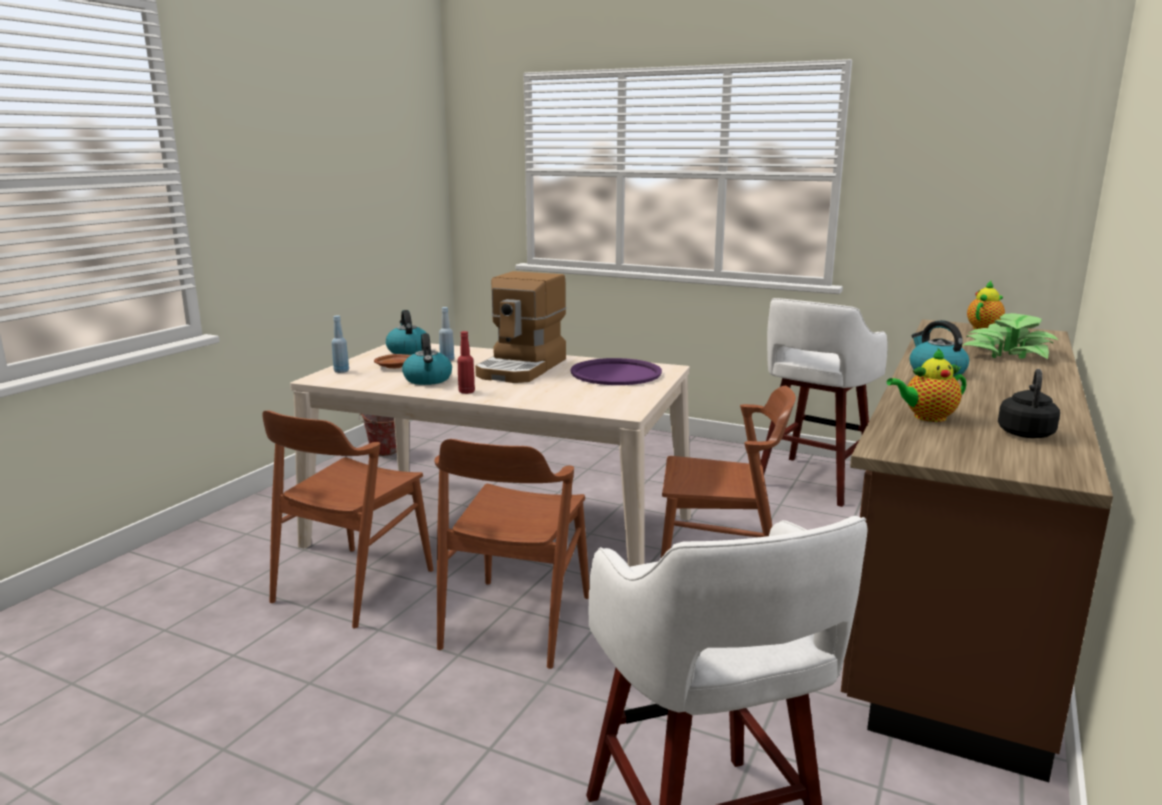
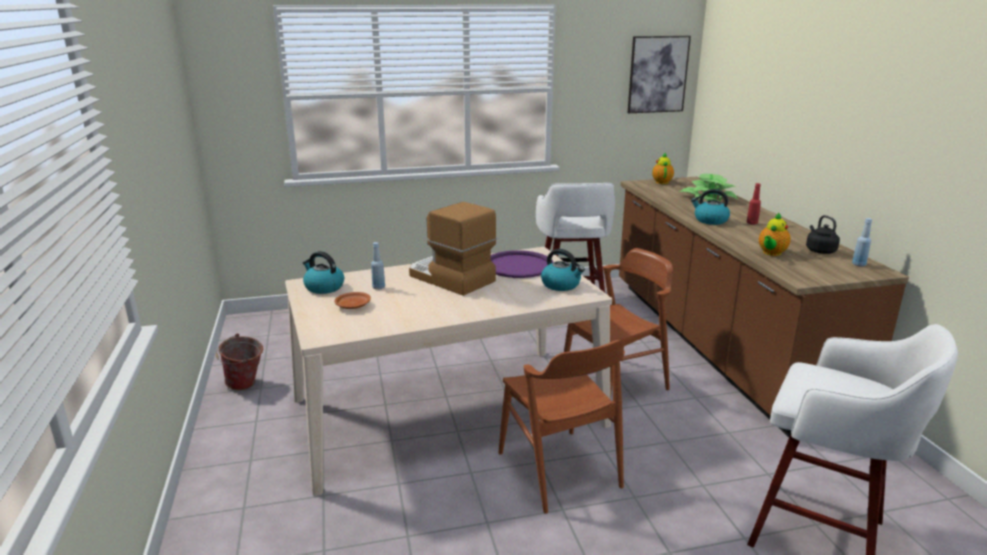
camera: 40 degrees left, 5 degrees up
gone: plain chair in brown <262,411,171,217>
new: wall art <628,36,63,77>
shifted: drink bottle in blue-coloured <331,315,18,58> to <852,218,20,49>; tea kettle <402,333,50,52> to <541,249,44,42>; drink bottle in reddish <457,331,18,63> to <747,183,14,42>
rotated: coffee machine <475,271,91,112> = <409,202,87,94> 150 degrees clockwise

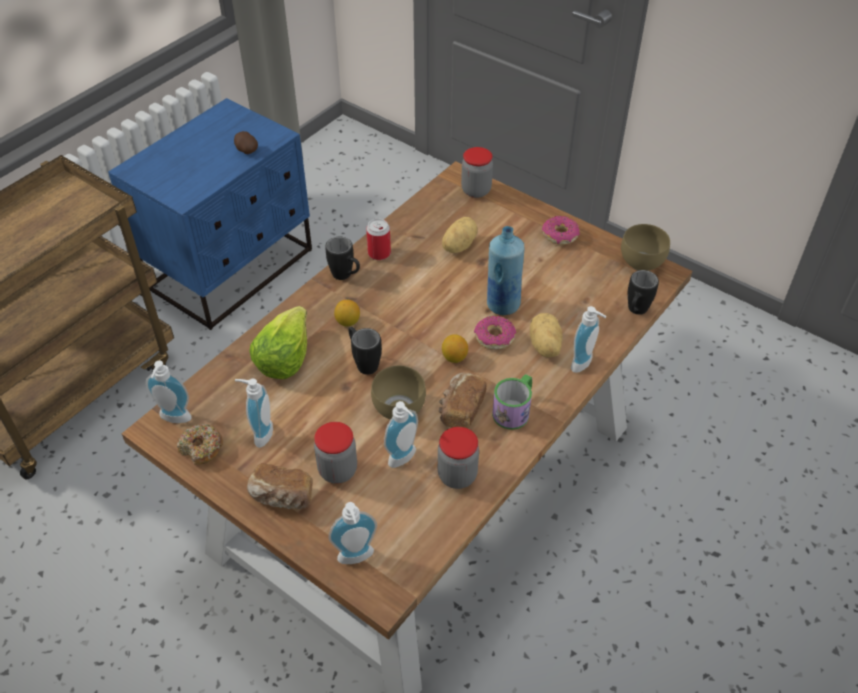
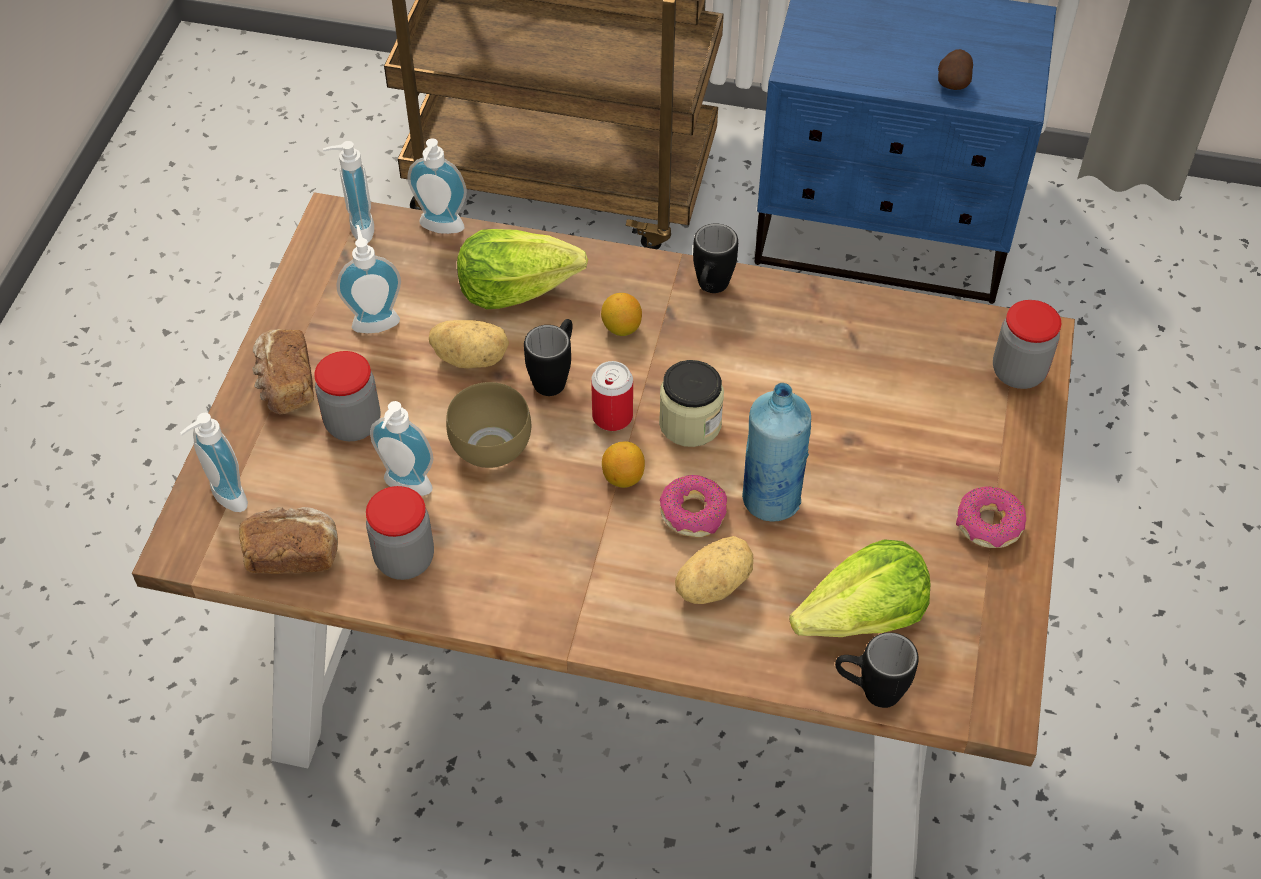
camera: 65 degrees right, 5 degrees up
gone: donut <177,424,46,41>; coffee mug <492,374,40,56>; serving bowl in brown <621,224,49,47>
new: storage jar <659,360,65,87>; lettuce head <789,539,141,98>
shifted: sealed can <366,218,25,42> to <591,361,42,70>; bread <439,372,48,56> to <239,507,99,67>; whole potato <442,217,36,36> to <429,320,80,48>; liquid soap bottle <571,306,36,67> to <408,138,59,96>

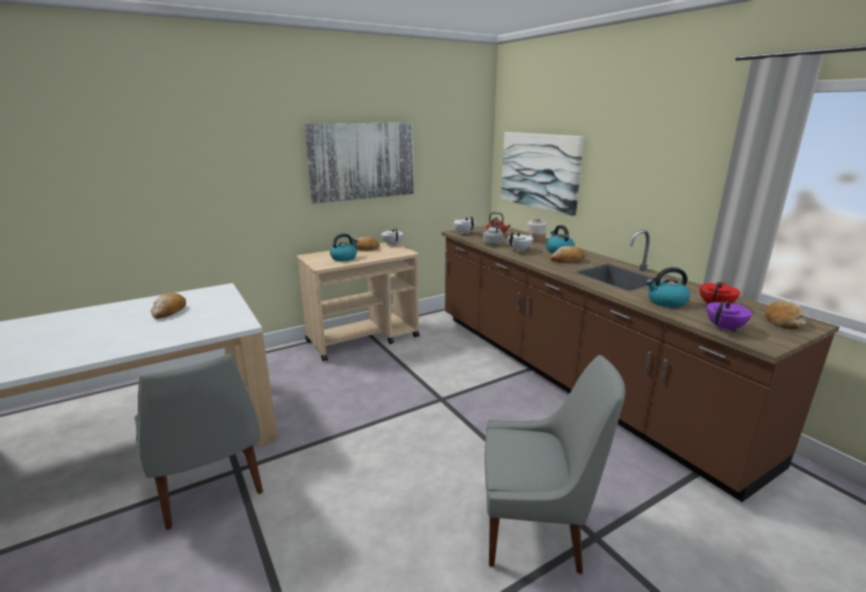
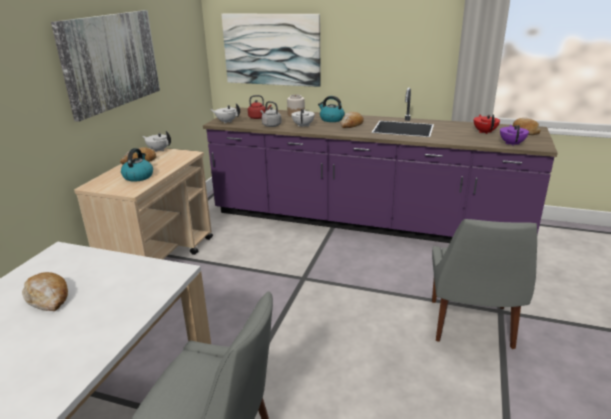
camera: 40 degrees left, 5 degrees up
gone: tea kettle <646,267,44,41>
repainted: kitchen counter in brown <441,225,399,277> to kitchen counter in purple-coloured <203,87,355,156>
rotated: plain chair in gray <485,355,140,219> = <432,219,105,130> 135 degrees clockwise

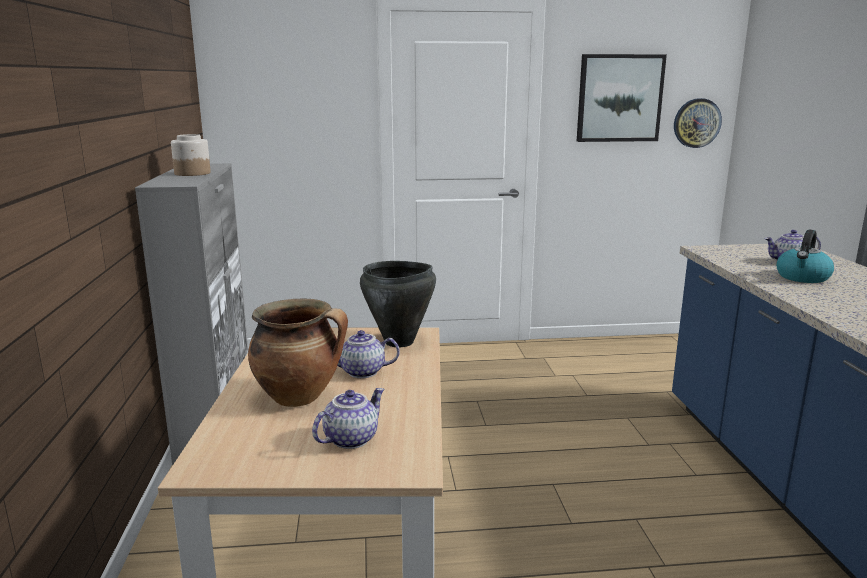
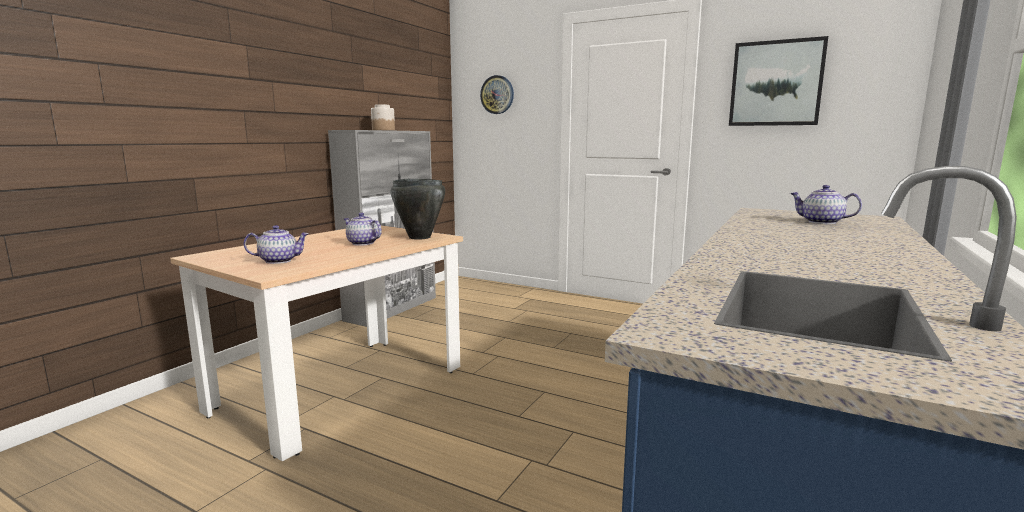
camera: 35 degrees right, 5 degrees down
gone: cooking pot <248,299,100,108>; tea kettle <776,230,58,53>
shifted: hanging clock <674,98,48,50> to <480,75,34,39>

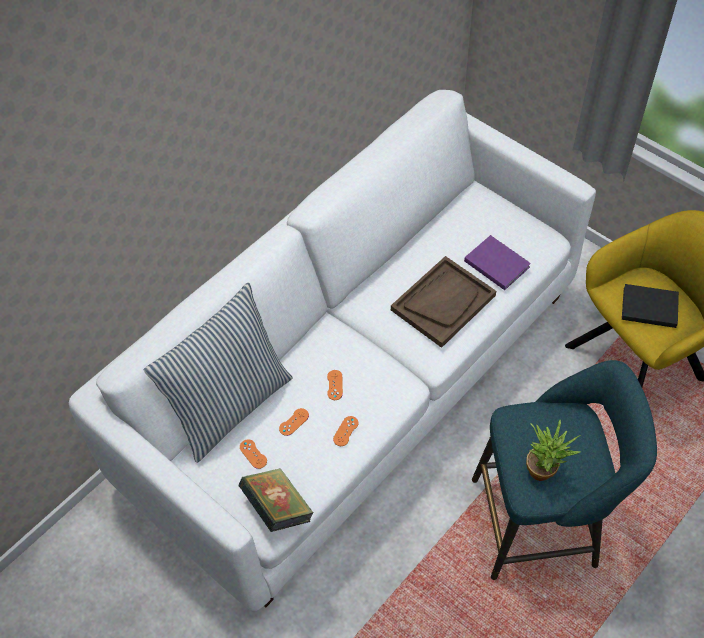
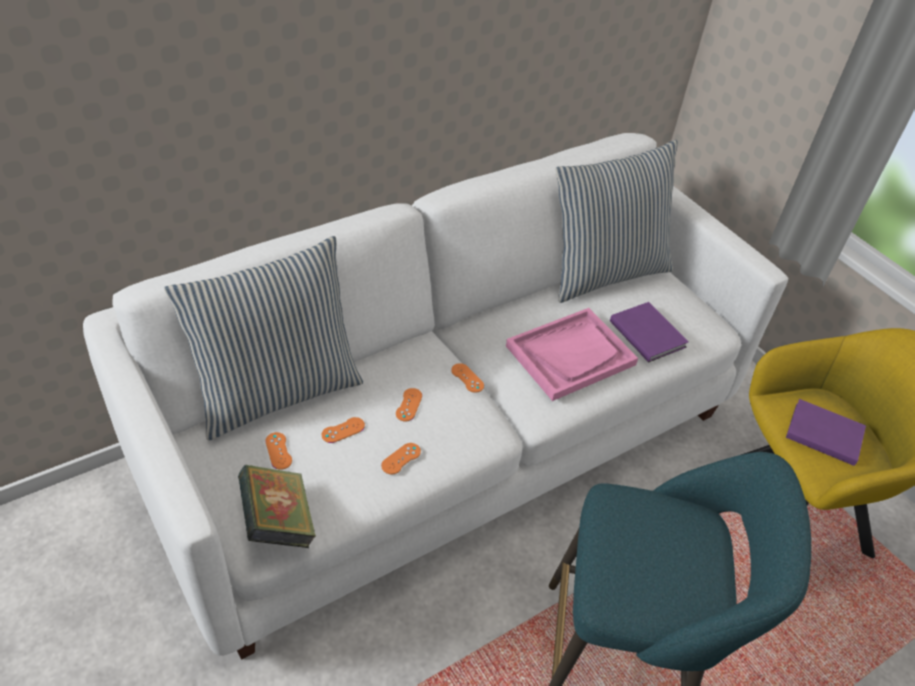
camera: 10 degrees right, 10 degrees down
gone: potted plant <526,420,55,61>
new: gamepad in orangey <451,363,33,30>; cushion <555,140,123,163>
repainted: carrying tray in brown <391,256,105,92> to carrying tray in pinkish <506,308,132,93>; book in black <622,284,57,44> to book in purple-coloured <786,399,80,67>

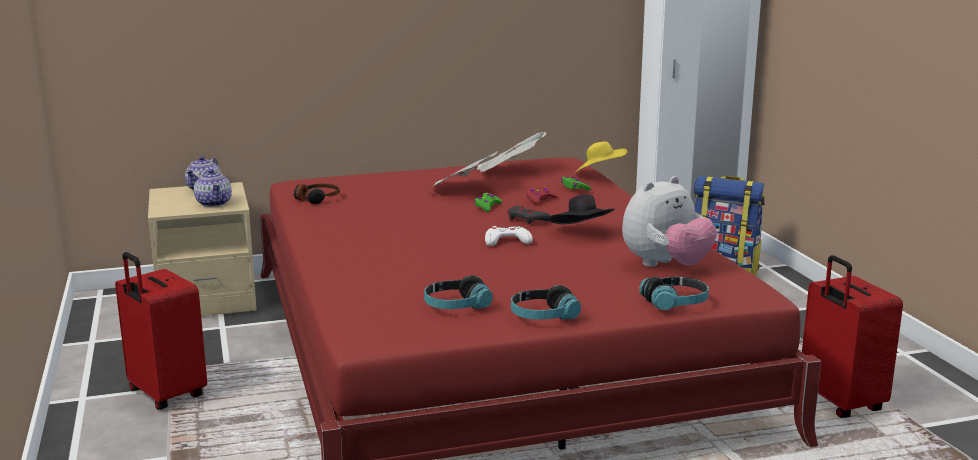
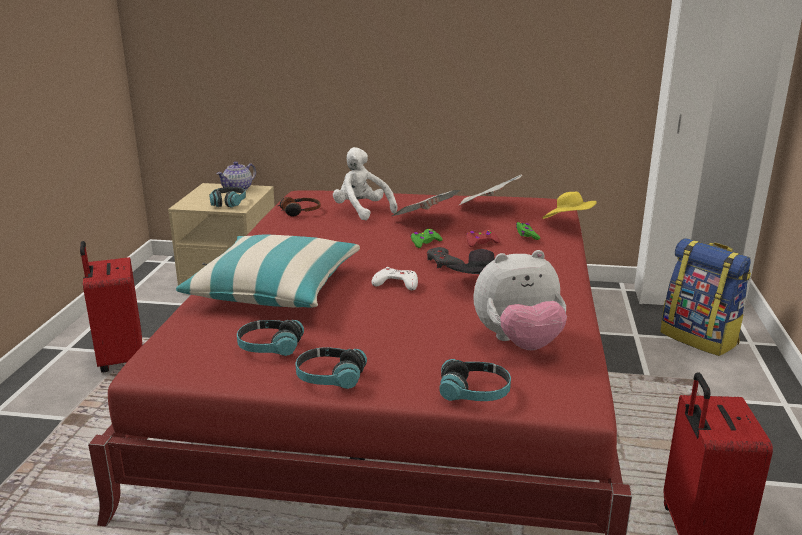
camera: 25 degrees right, 5 degrees up
new: cushion <176,235,184,73>; plush toy in white-coloured <333,147,64,73>
swapped: tea pot <194,169,38,38> to headphones <210,187,36,20>

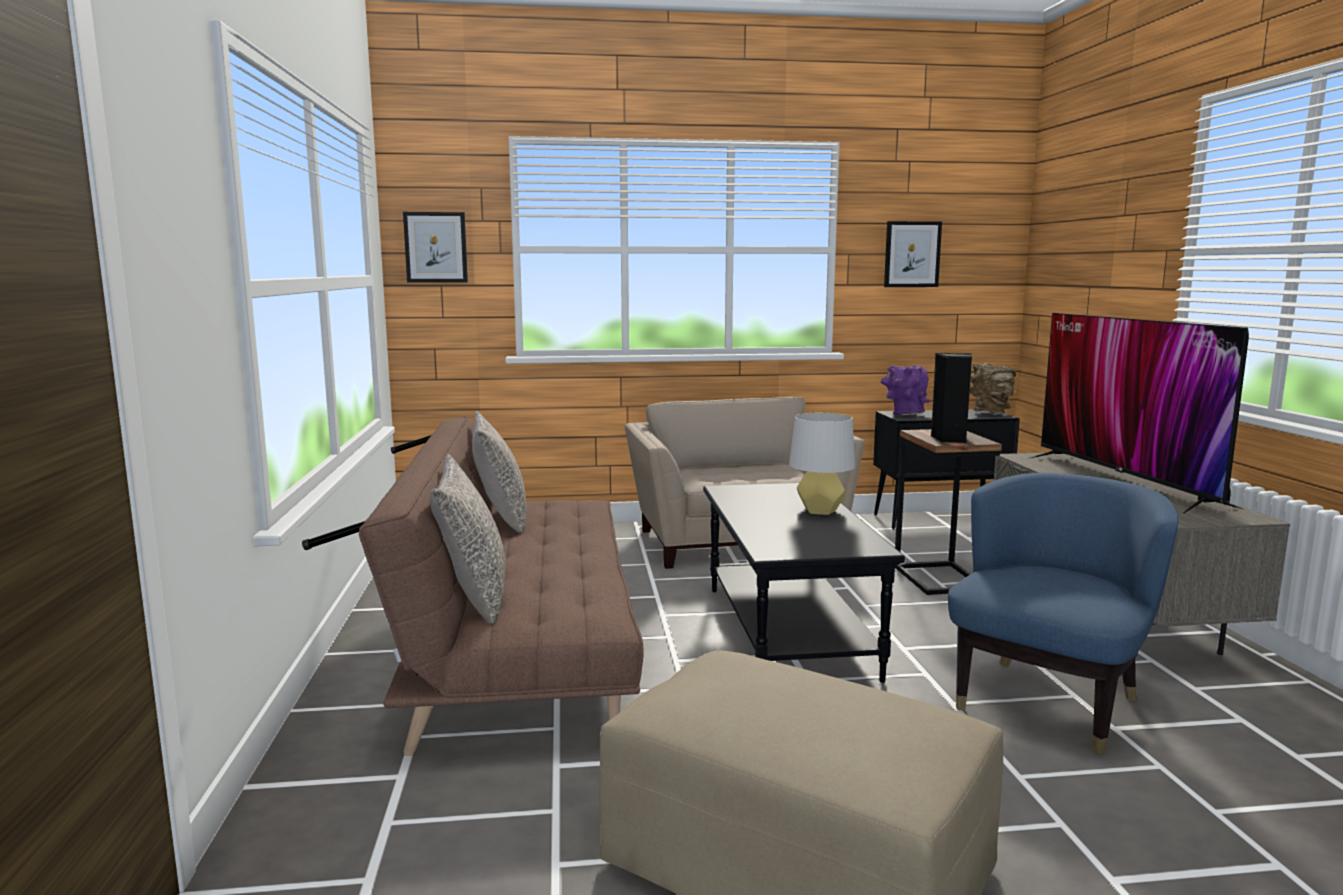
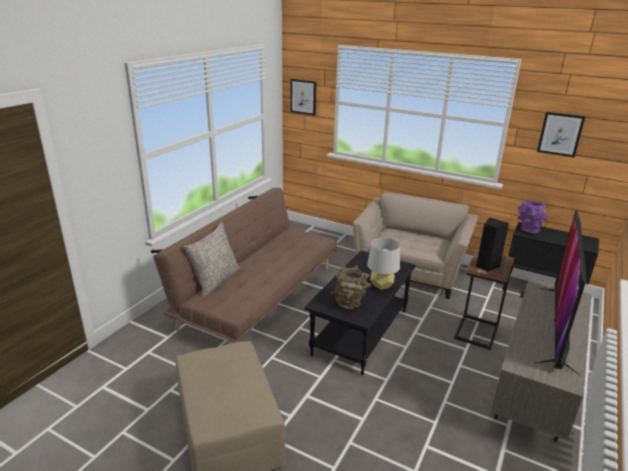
camera: 35 degrees right, 15 degrees up
gone: cushion in gray <472,411,55,121>; lounge chair in blue-coloured <948,473,231,282>
shifted: vase in brown <970,363,46,52> to <331,265,41,44>

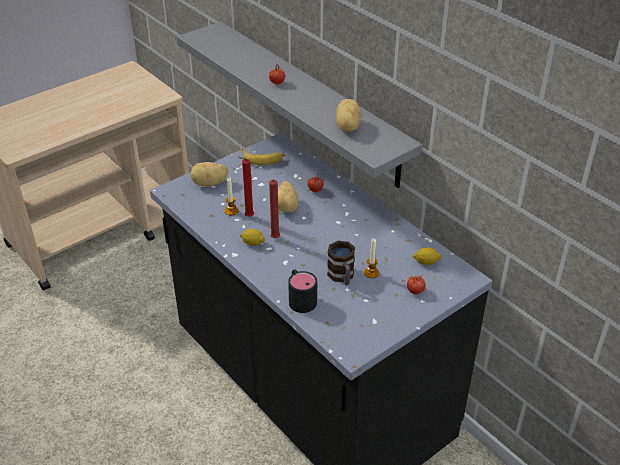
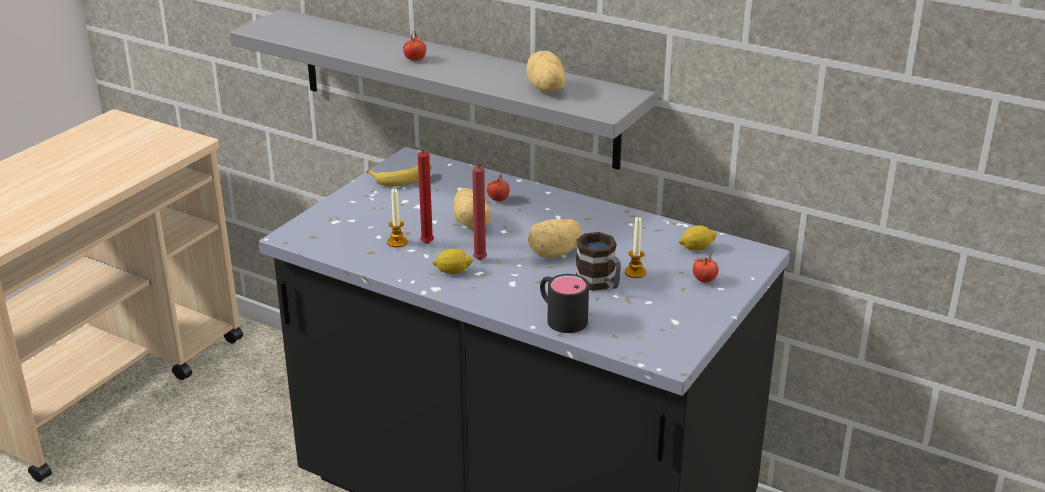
camera: 20 degrees left, 10 degrees down
shifted: whole potato <191,162,37,24> to <528,219,53,39>

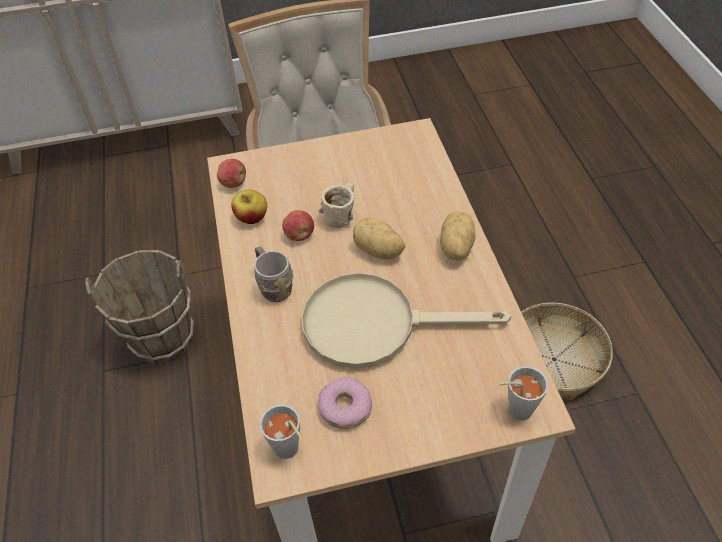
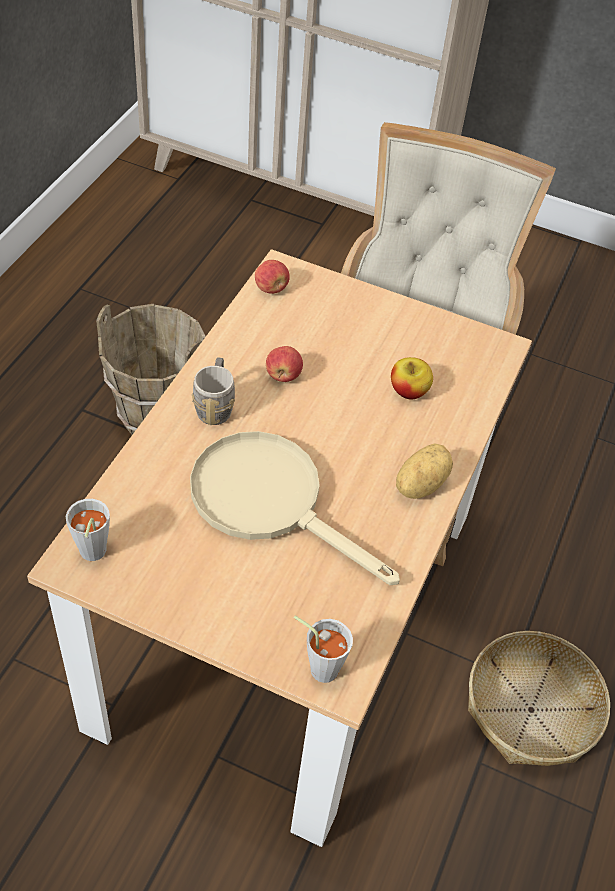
camera: 30 degrees right, 0 degrees up
gone: coffee mug in beige-coloured <318,183,36,45>; donut <319,377,53,52>; whole potato <353,217,52,42>
shifted: apple <231,189,36,35> to <391,357,42,43>

